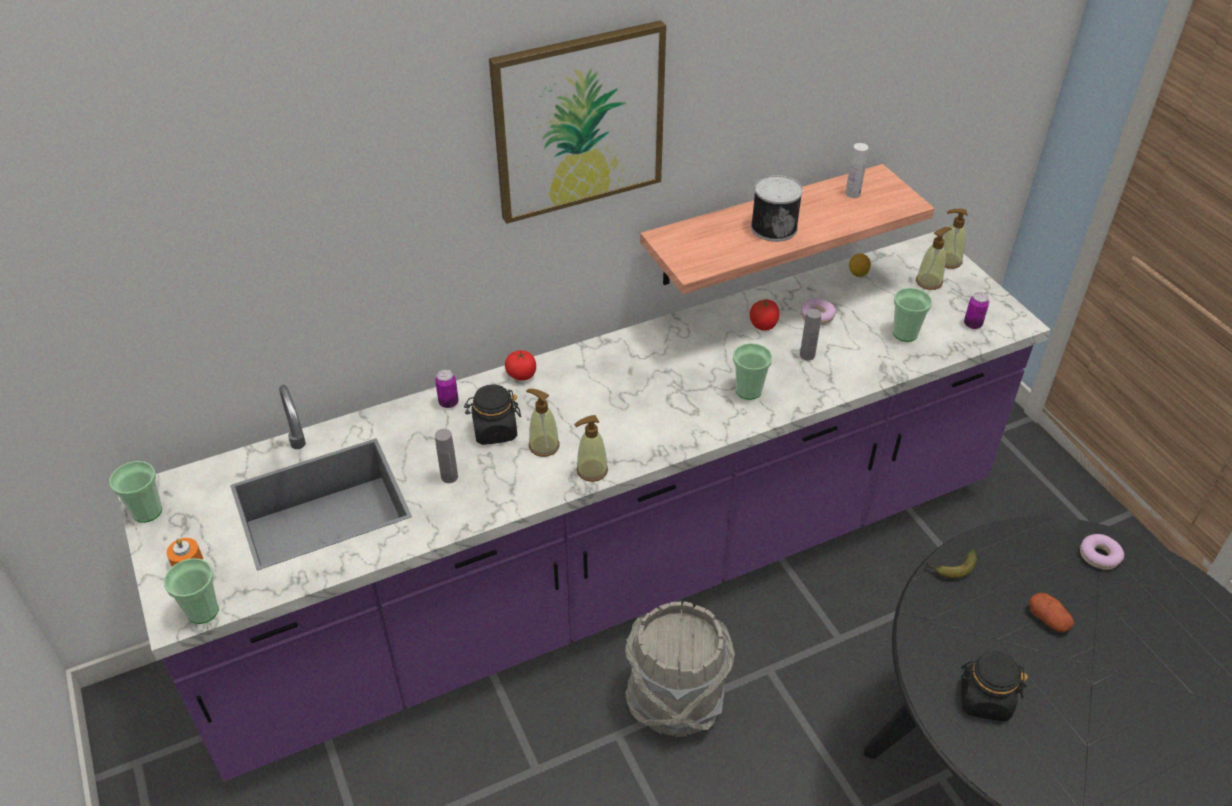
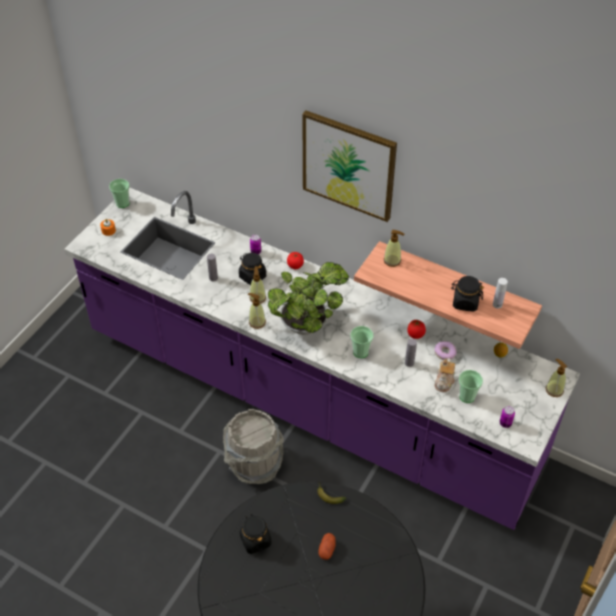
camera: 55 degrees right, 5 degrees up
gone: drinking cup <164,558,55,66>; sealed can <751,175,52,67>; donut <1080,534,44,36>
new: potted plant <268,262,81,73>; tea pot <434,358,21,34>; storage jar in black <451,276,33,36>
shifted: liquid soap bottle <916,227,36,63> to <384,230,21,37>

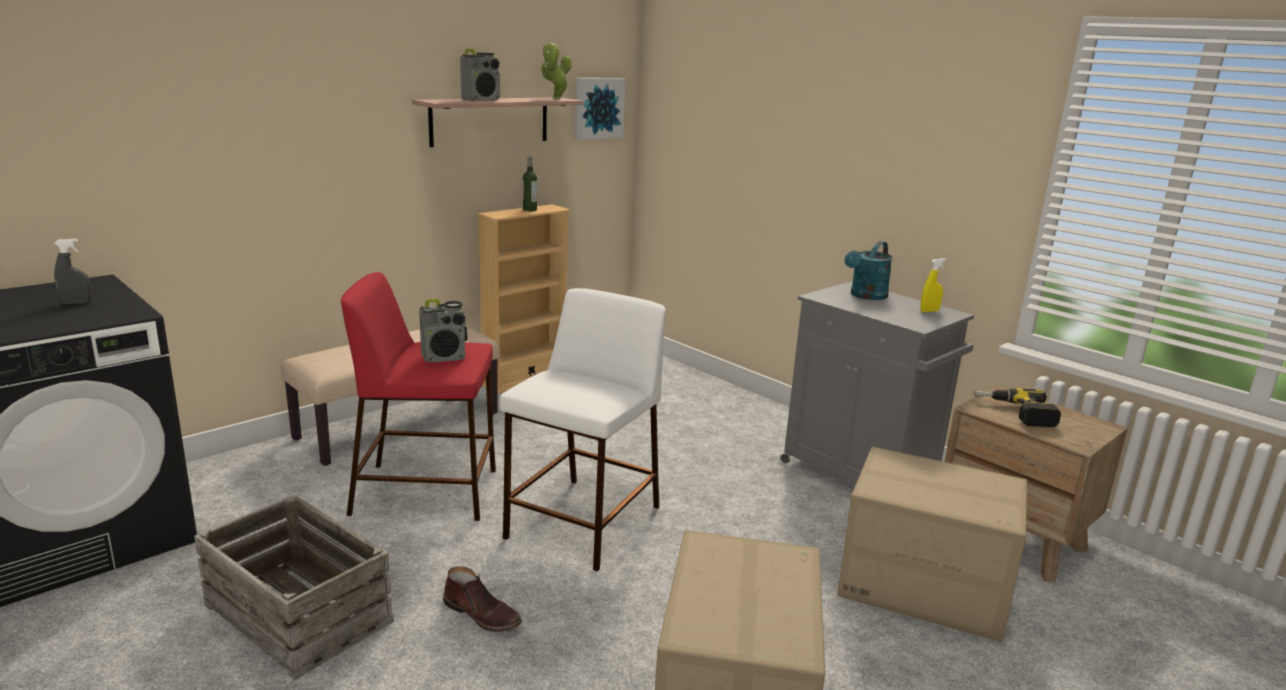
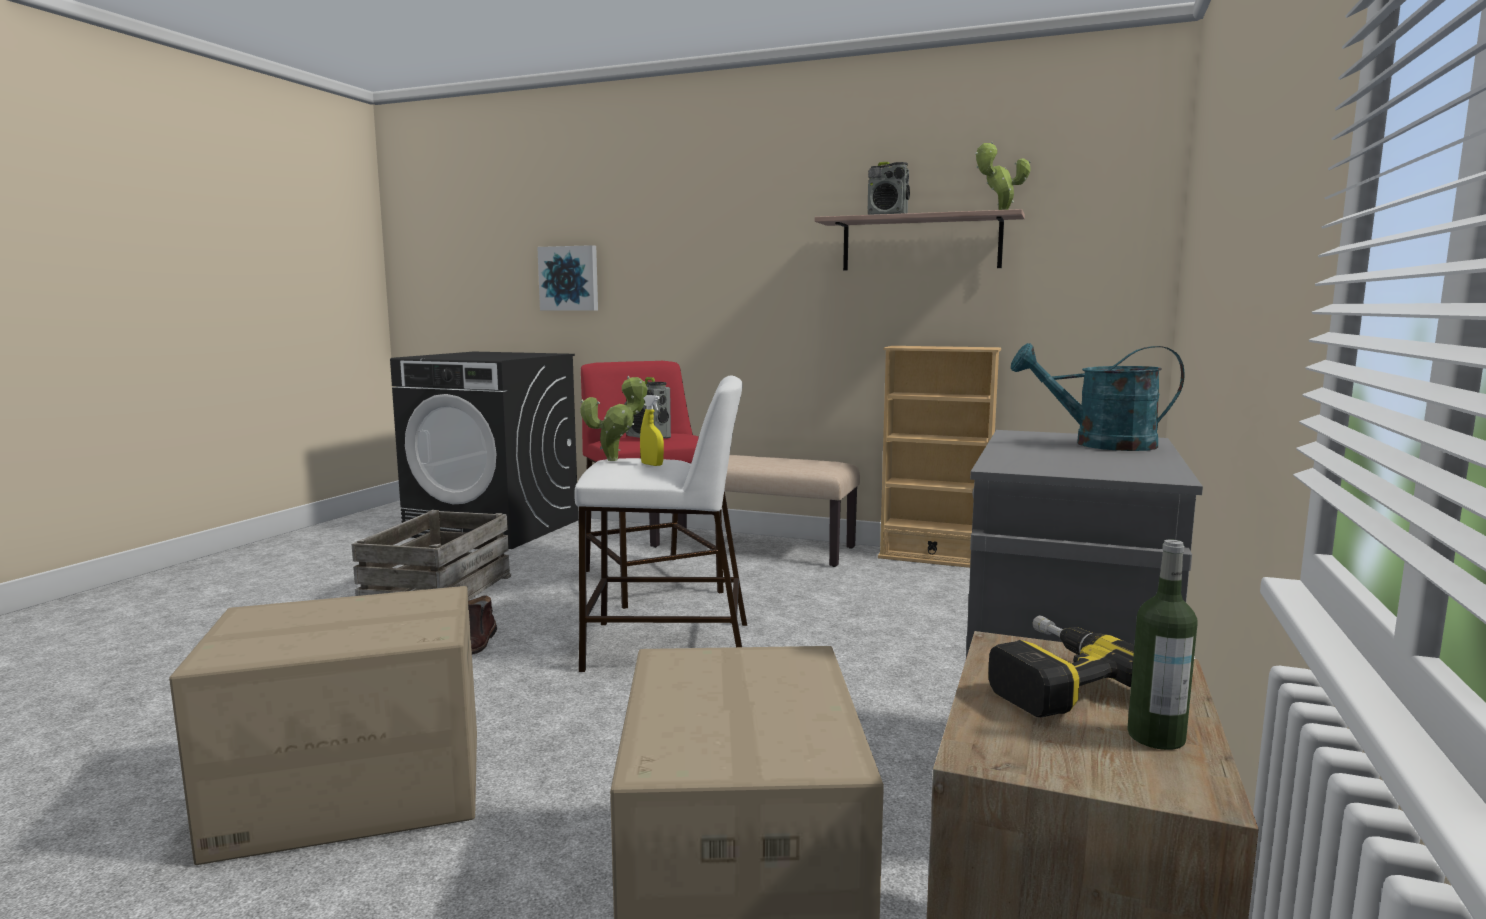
camera: 65 degrees right, 10 degrees down
gone: hand sprayer in gray <54,238,38,67>
new: potted plant <580,376,68,85>
shifted: drink bottle <523,156,14,55> to <1127,539,71,211>; wall art <575,78,50,62> to <537,245,61,66>; hand sprayer in yellow <920,258,26,54> to <640,395,24,71>

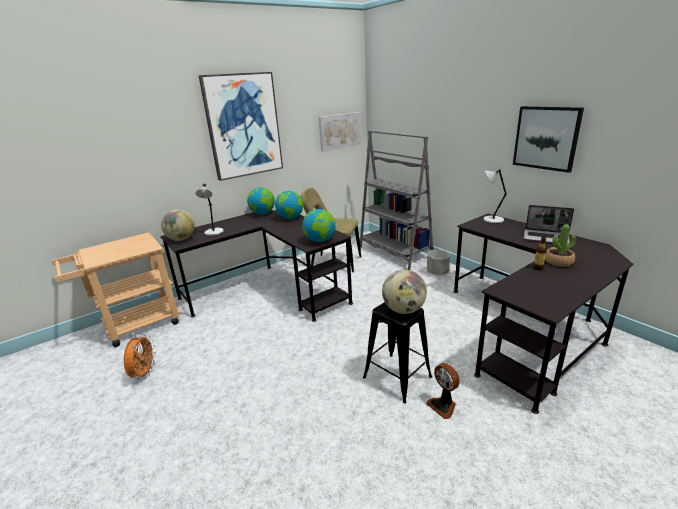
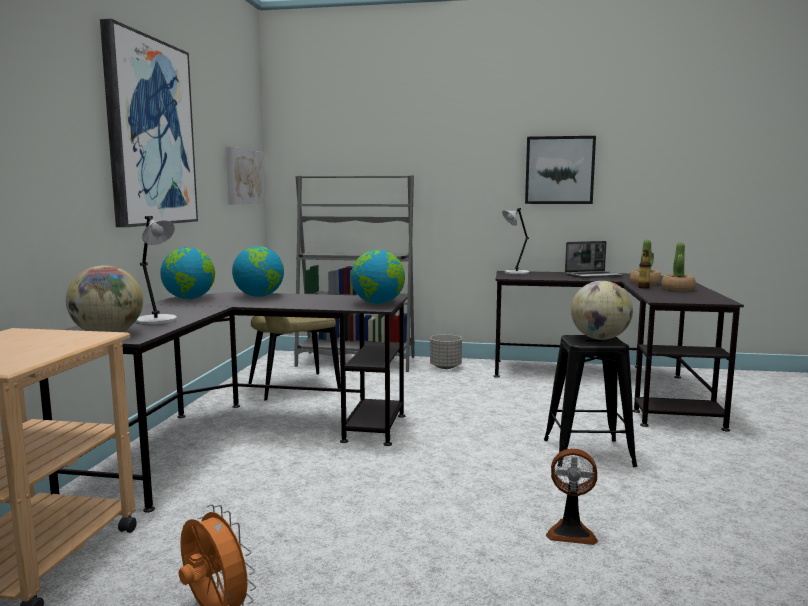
camera: 45 degrees left, 15 degrees down
new: potted plant <662,242,34,49>
shifted: cooling fan <426,363,34,56> to <546,448,52,97>

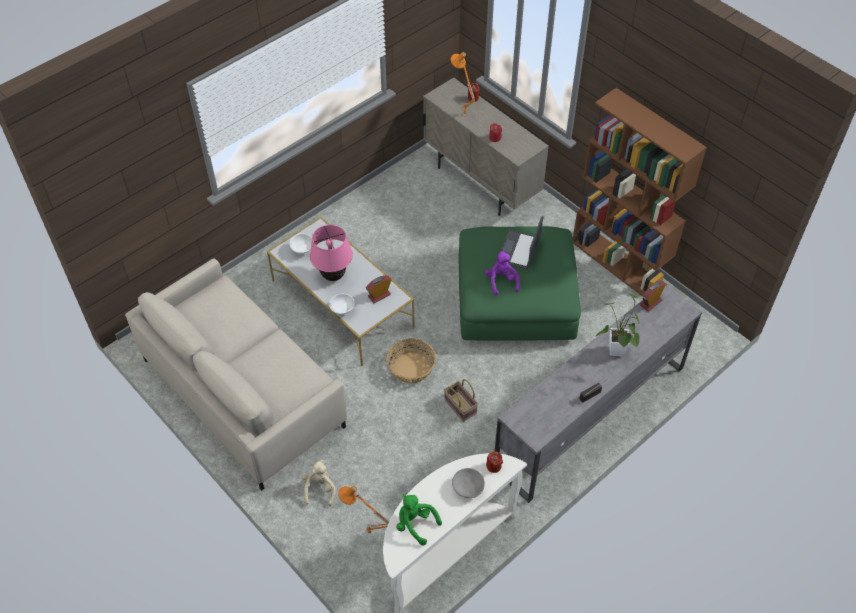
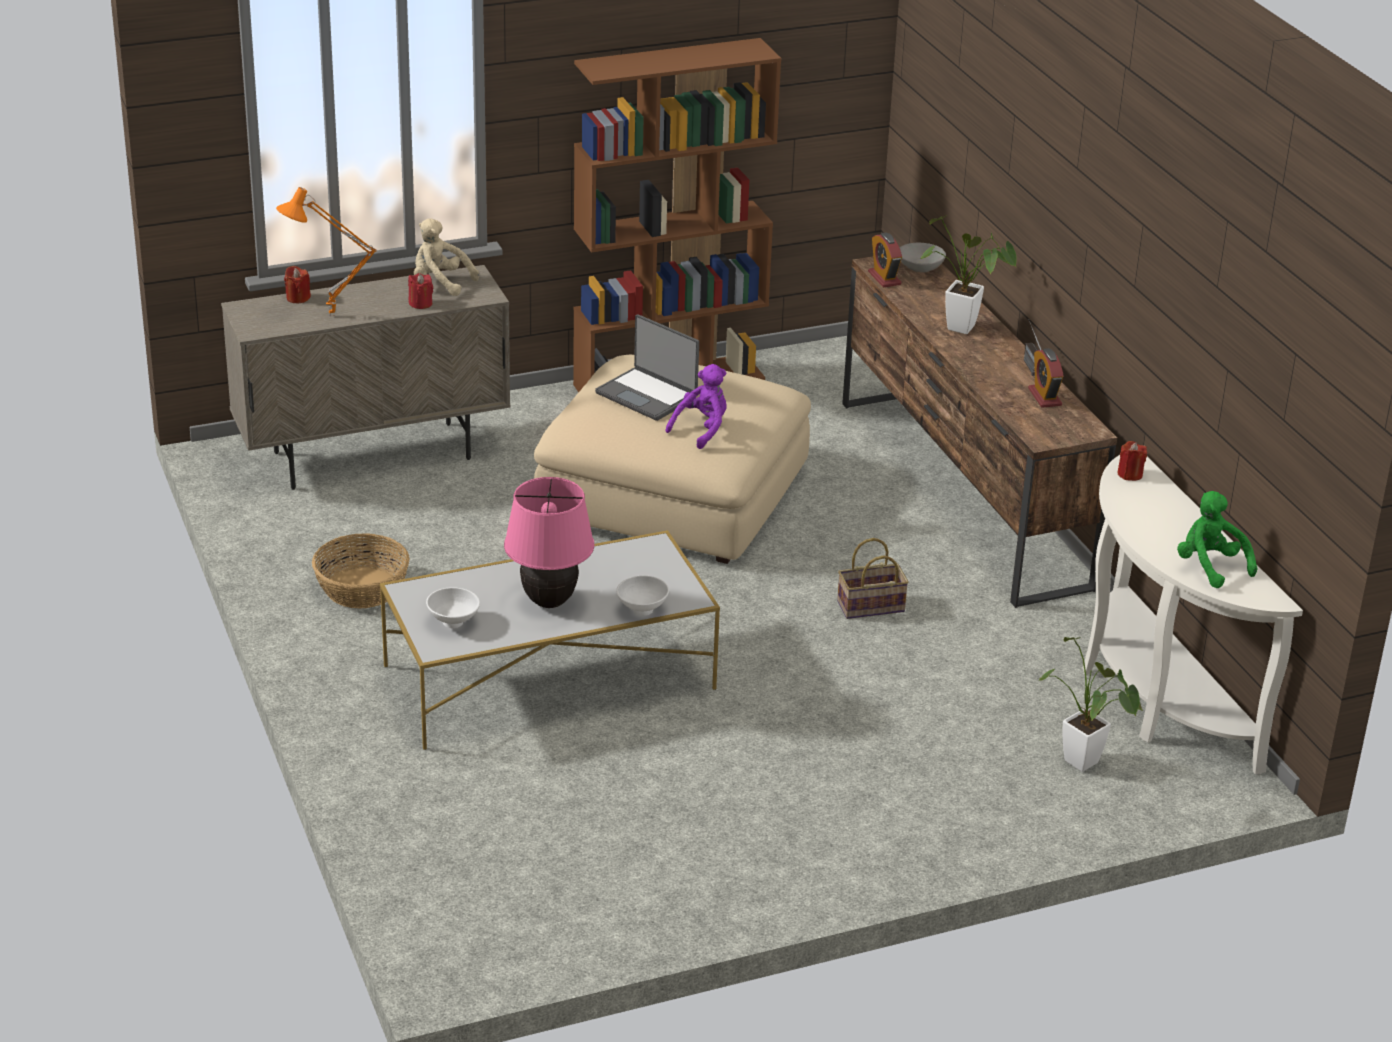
camera: 70 degrees left, 20 degrees down
gone: sofa in beige-coloured <125,259,222,231>
shifted: plush toy in beige-coloured <302,460,34,46> to <414,218,65,78>; alarm clock <366,275,26,28> to <1028,348,36,60>; storage basket <386,338,50,46> to <312,533,98,75>; serving bowl in gray <452,468,33,30> to <900,243,46,29>
swapped: lamp for a table in orangey <338,486,51,47> to potted plant <1039,637,104,135>
repainted: pouffe in green <459,226,122,115> to pouffe in beige-coloured <534,355,277,209>; tv unit in gray <495,285,207,218> to tv unit in brown <842,256,275,352>
rotated: plush toy in green <396,494,46,51> = <1177,491,80,97> 90 degrees clockwise; plush toy in purple-coloured <485,251,35,45> = <665,364,62,85> 120 degrees clockwise

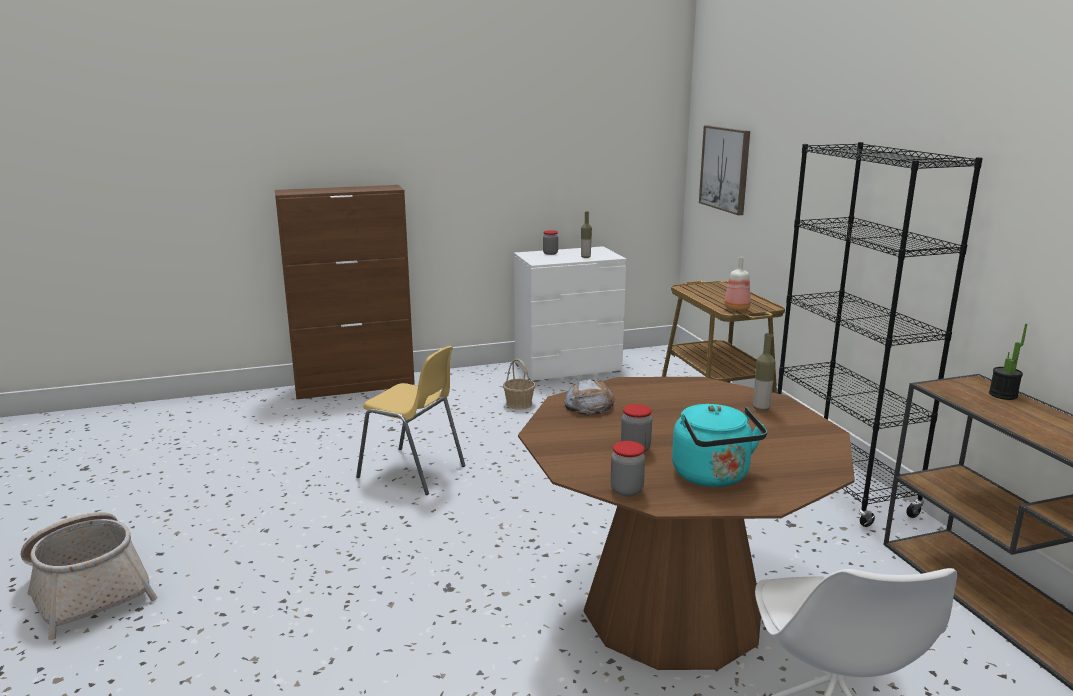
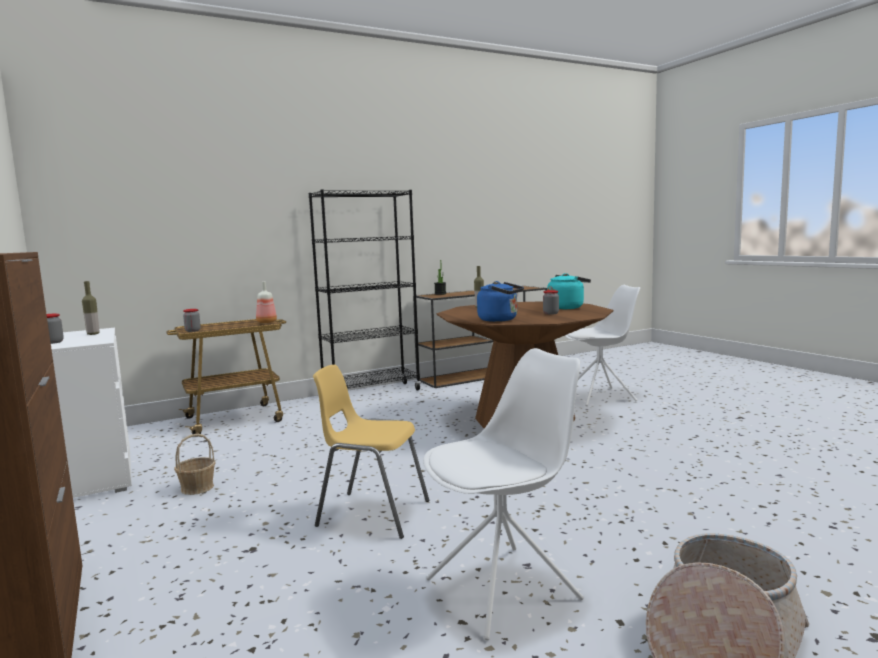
camera: 100 degrees left, 10 degrees down
gone: wall art <699,126,51,89>
new: plain chair in white-coloured <423,348,161,292>
shifted: storage jar <611,441,34,55> to <183,309,18,23>
swapped: bread <564,379,52,37> to tea kettle in blue-coloured <477,281,47,41>
rotated: plain chair in yellow <356,346,109,149> = <313,365,116,174> 90 degrees counterclockwise

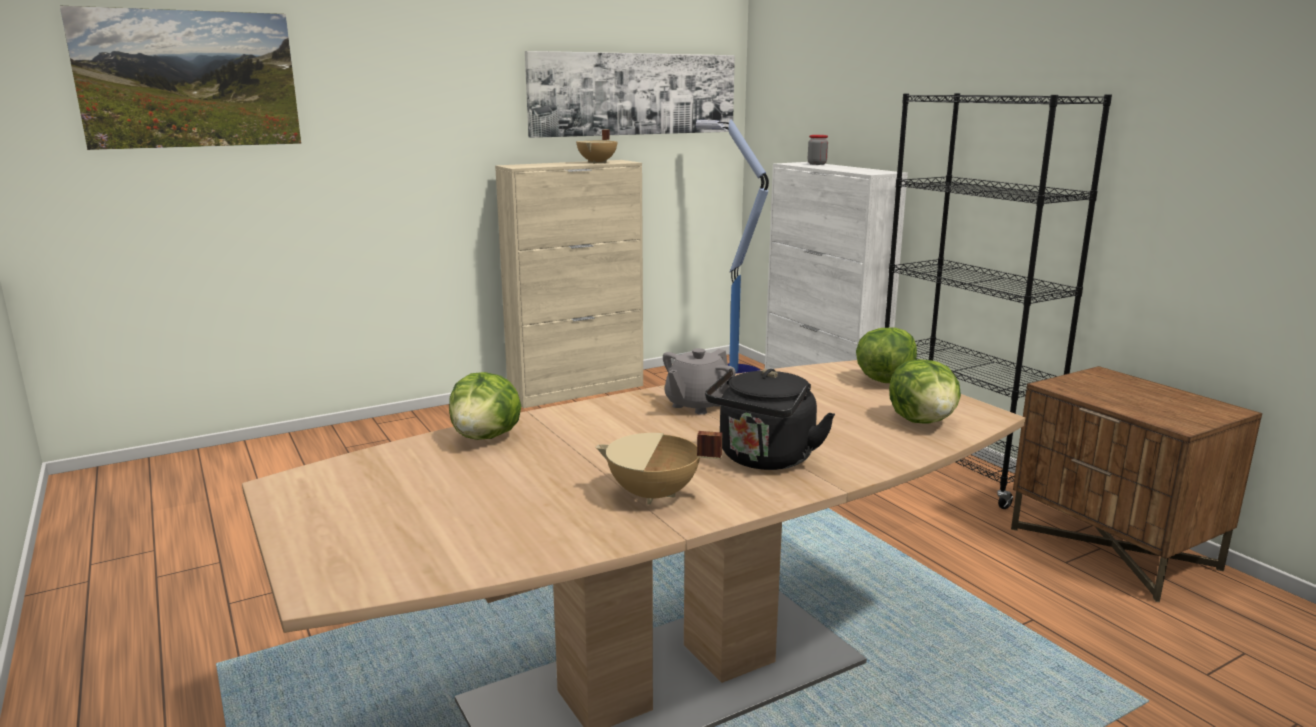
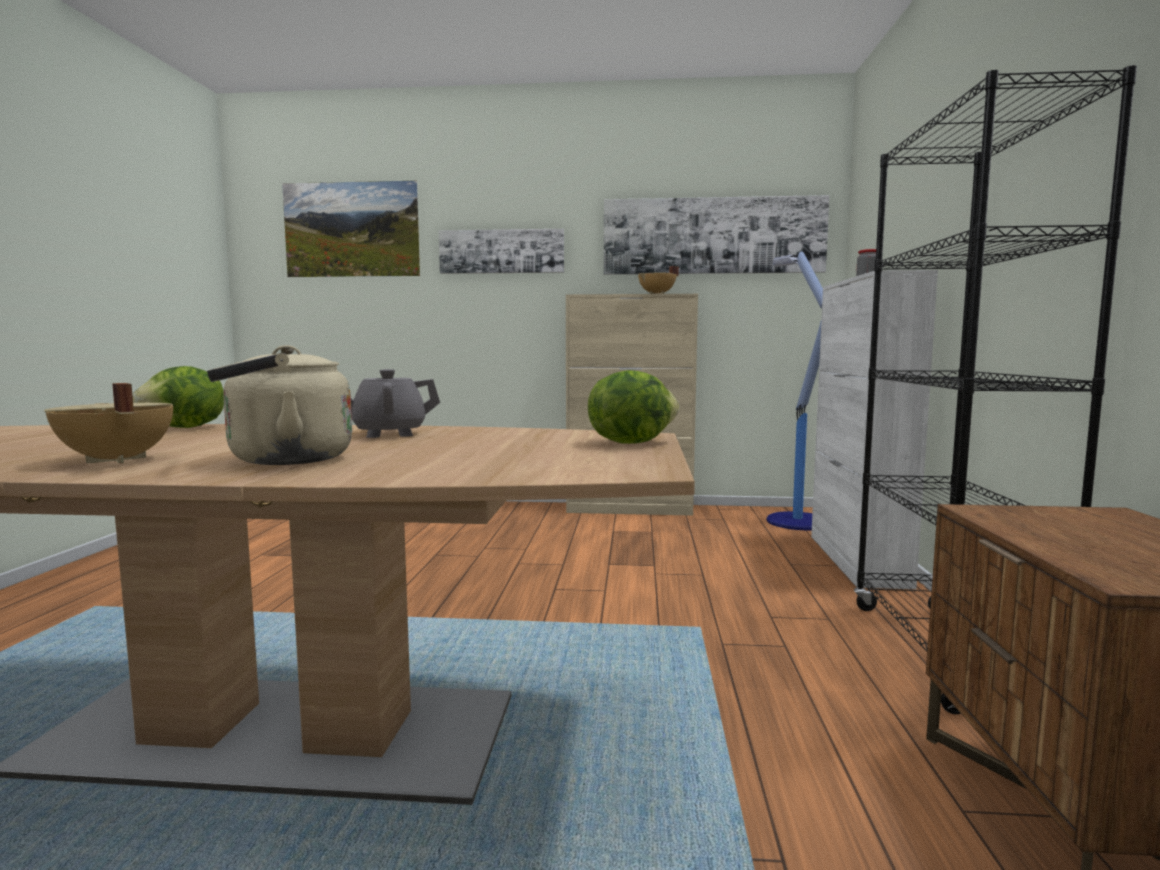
camera: 35 degrees right, 10 degrees down
gone: lettuce head <889,359,72,65>
new: wall art <439,229,125,45>
repainted: tea kettle in black <705,368,130,102> to tea kettle in beige-coloured <207,345,145,120>

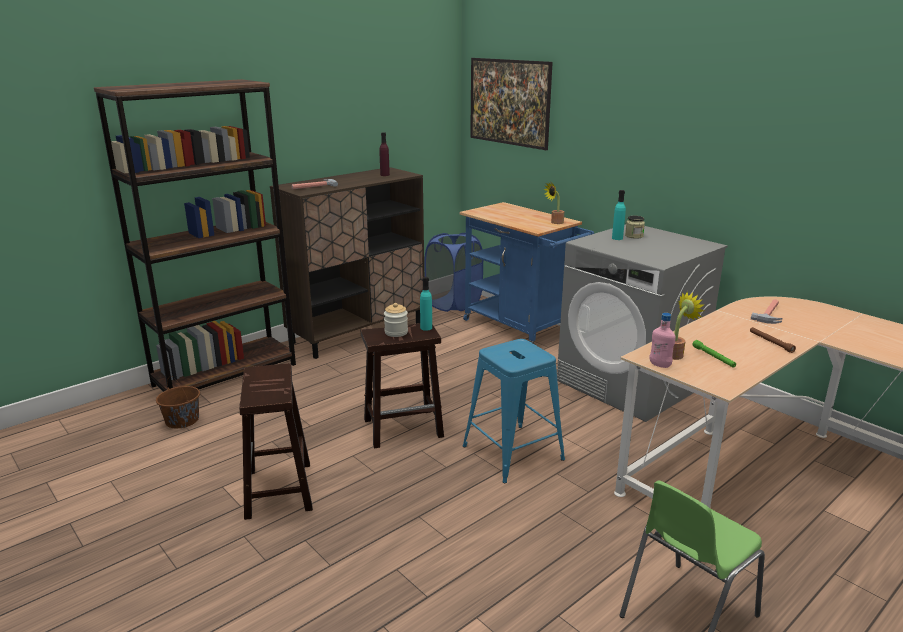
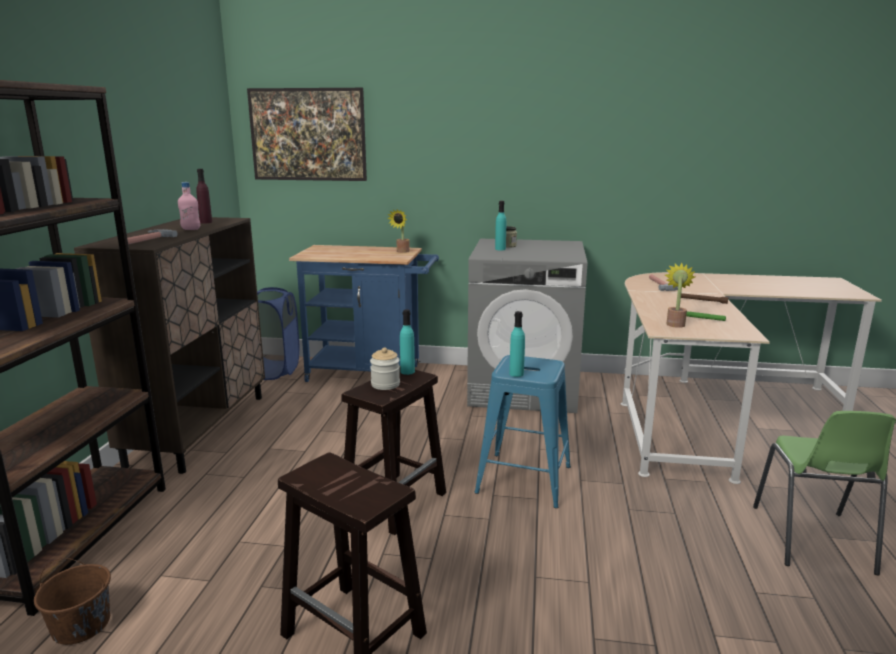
camera: 40 degrees left, 5 degrees down
new: drink bottle in turquoise <509,311,16,66>
shifted: drink bottle in pinkish <650,313,26,55> to <178,182,22,48>

